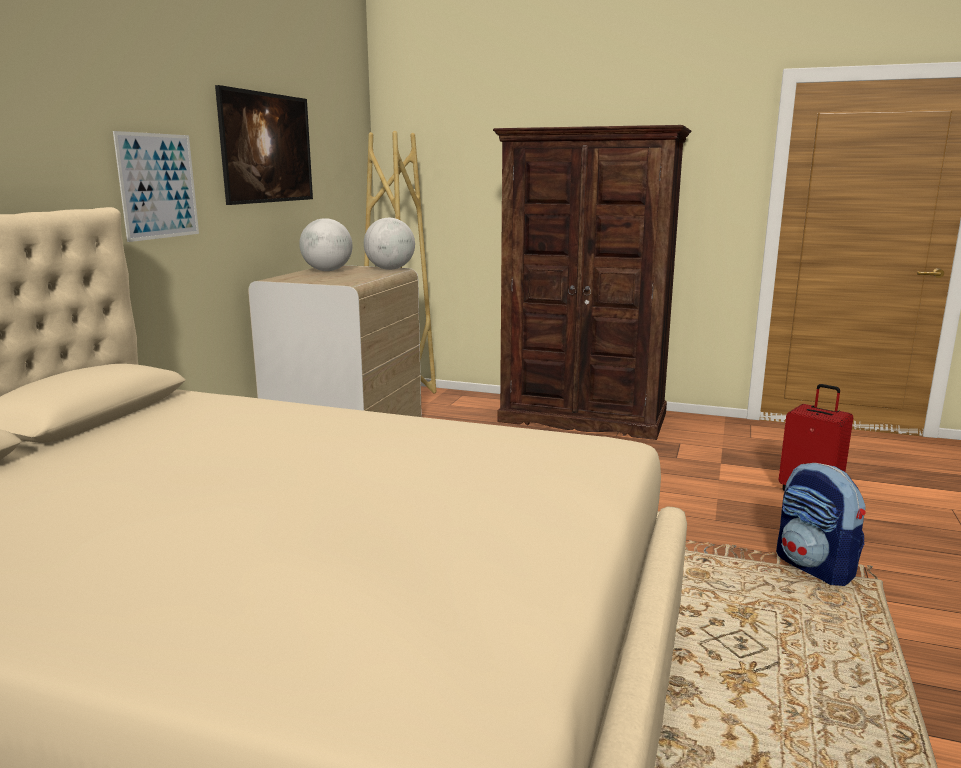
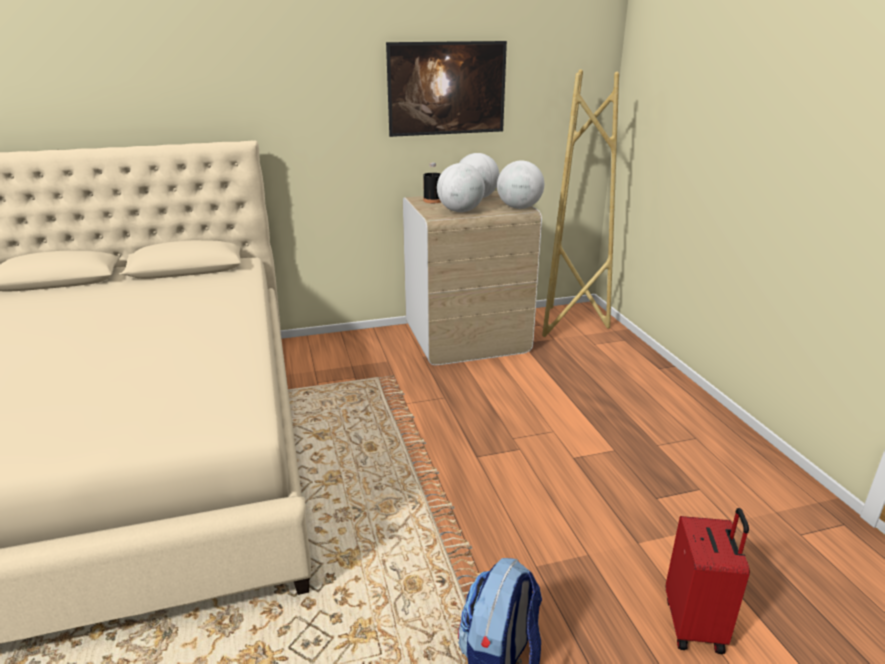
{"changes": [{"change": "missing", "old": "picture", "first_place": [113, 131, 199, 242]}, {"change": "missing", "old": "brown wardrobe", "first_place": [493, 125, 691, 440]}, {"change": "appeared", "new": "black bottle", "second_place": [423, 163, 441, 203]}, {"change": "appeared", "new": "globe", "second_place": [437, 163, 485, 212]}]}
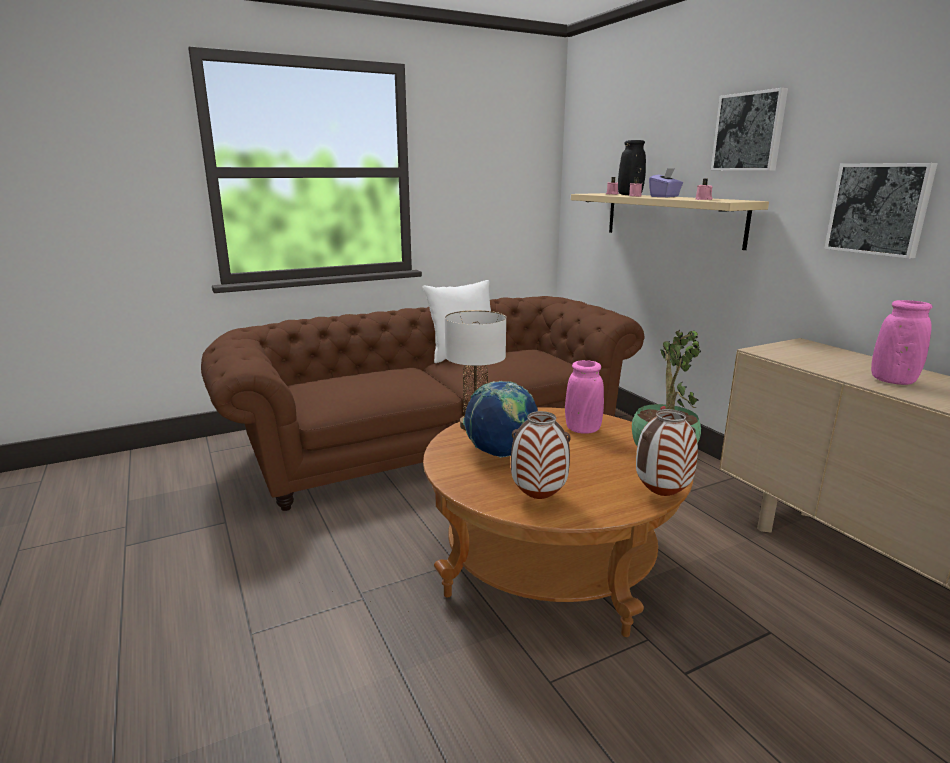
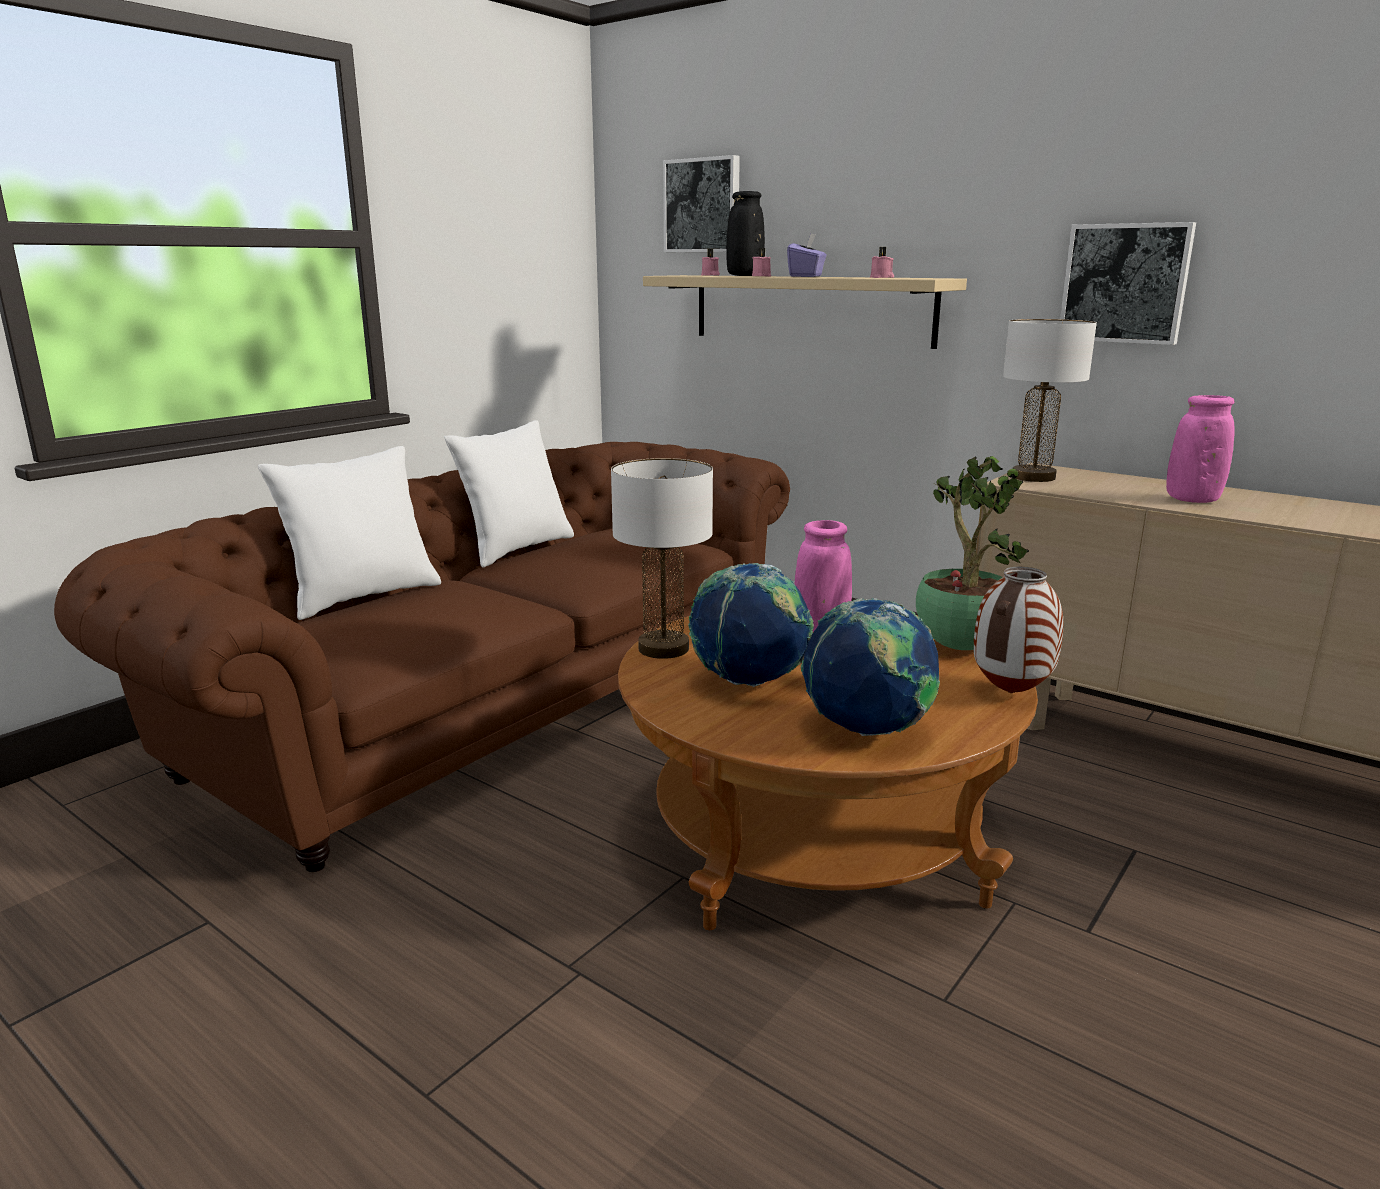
{"changes": [{"change": "exchanged", "old": "vase", "new": "globe", "first_place": [511, 411, 571, 499], "second_place": [801, 598, 940, 736]}, {"change": "relocated", "old": "picture", "first_place": [711, 88, 788, 171], "second_place": [663, 155, 740, 252]}, {"change": "appeared", "new": "white pillow", "second_place": [258, 446, 441, 620]}, {"change": "appeared", "new": "table lamp", "second_place": [1003, 319, 1097, 482]}]}
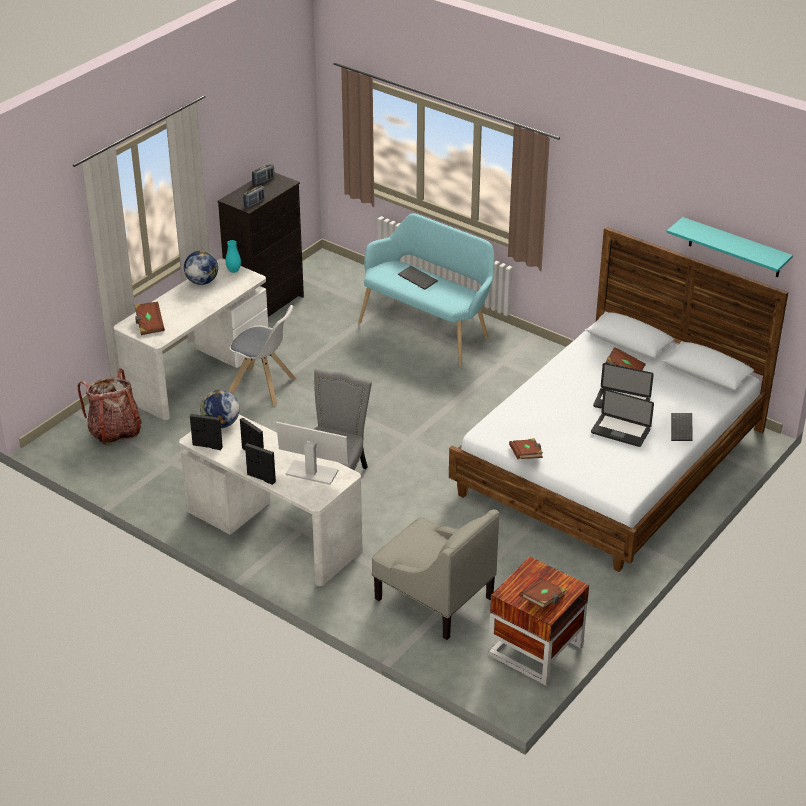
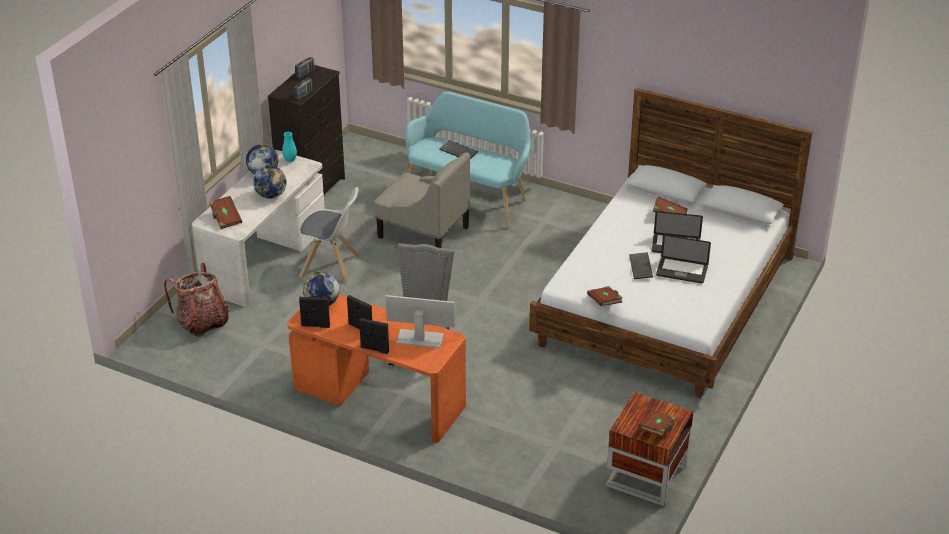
{"changes": [{"change": "colour", "old": "white desk", "new": "orange desk", "first_place": [179, 414, 362, 586], "second_place": [287, 294, 466, 443]}, {"change": "relocated", "old": "grey armchair", "first_place": [372, 509, 499, 640], "second_place": [374, 152, 470, 248]}, {"change": "missing", "old": "turquoise shelf", "first_place": [666, 217, 793, 277]}, {"change": "relocated", "old": "keyboard", "first_place": [671, 413, 693, 441], "second_place": [629, 252, 653, 279]}, {"change": "appeared", "new": "globe", "second_place": [253, 166, 287, 199]}]}
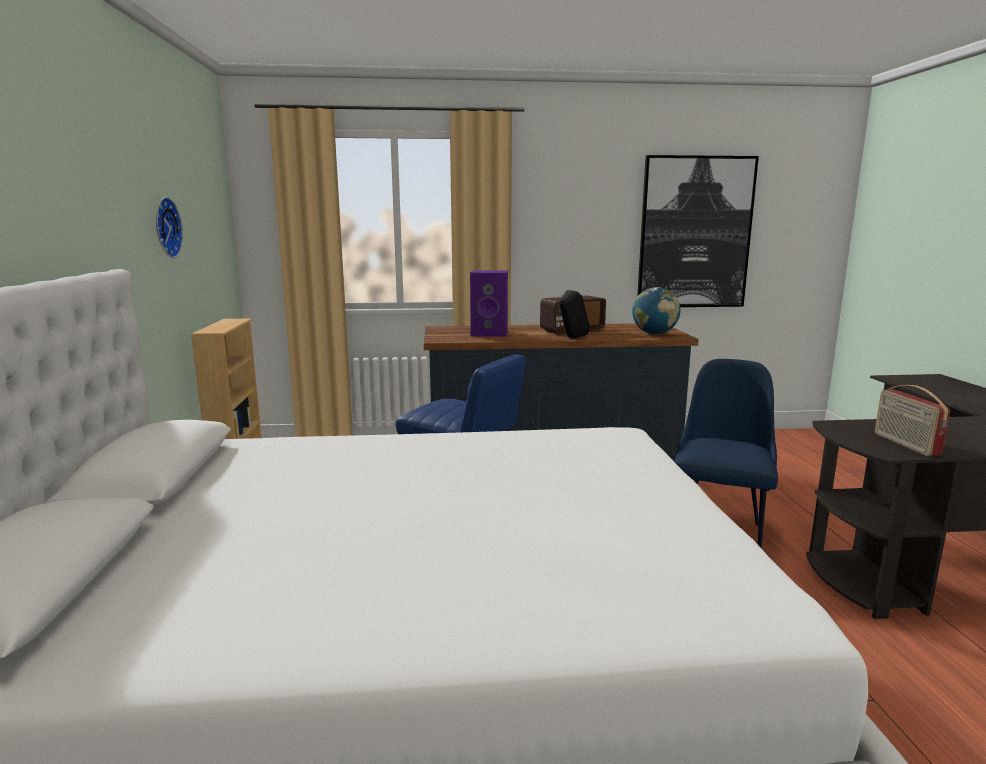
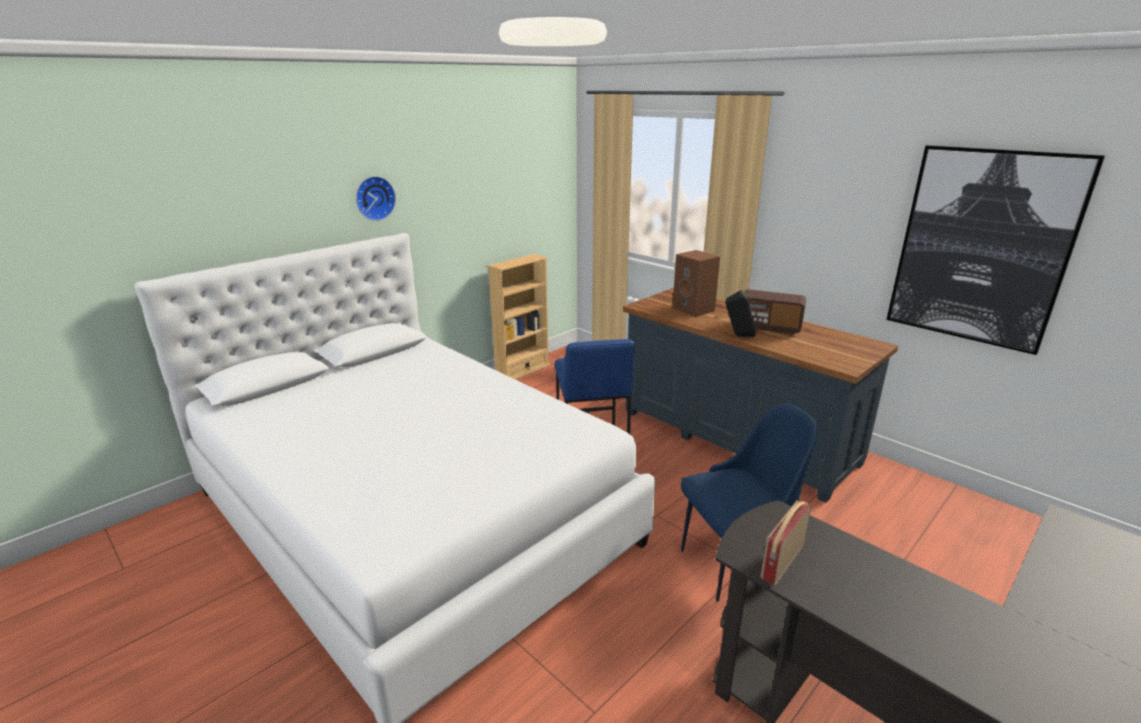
{"changes": [{"change": "relocated", "old": "wall clock", "first_place": [156, 197, 183, 258], "second_place": [356, 176, 396, 221]}, {"change": "colour", "old": "purple speaker", "new": "brown speaker", "first_place": [470, 270, 508, 337], "second_place": [672, 250, 720, 317]}, {"change": "missing", "old": "globe", "first_place": [632, 287, 681, 334]}]}
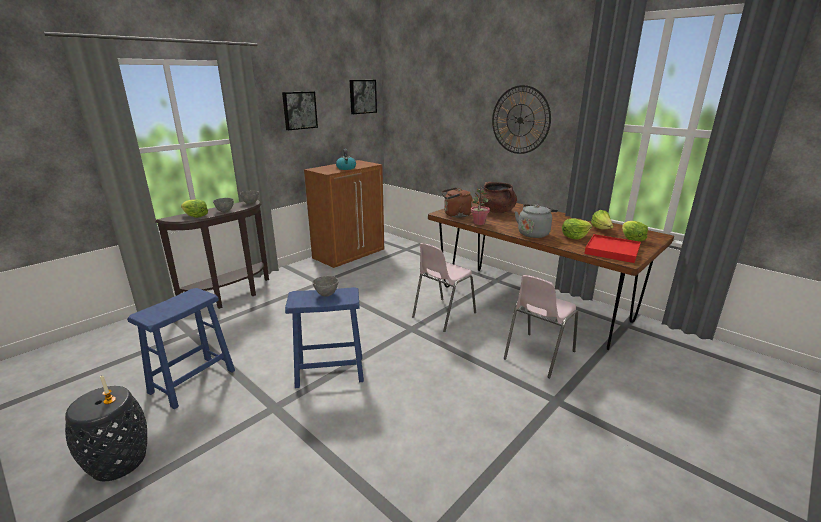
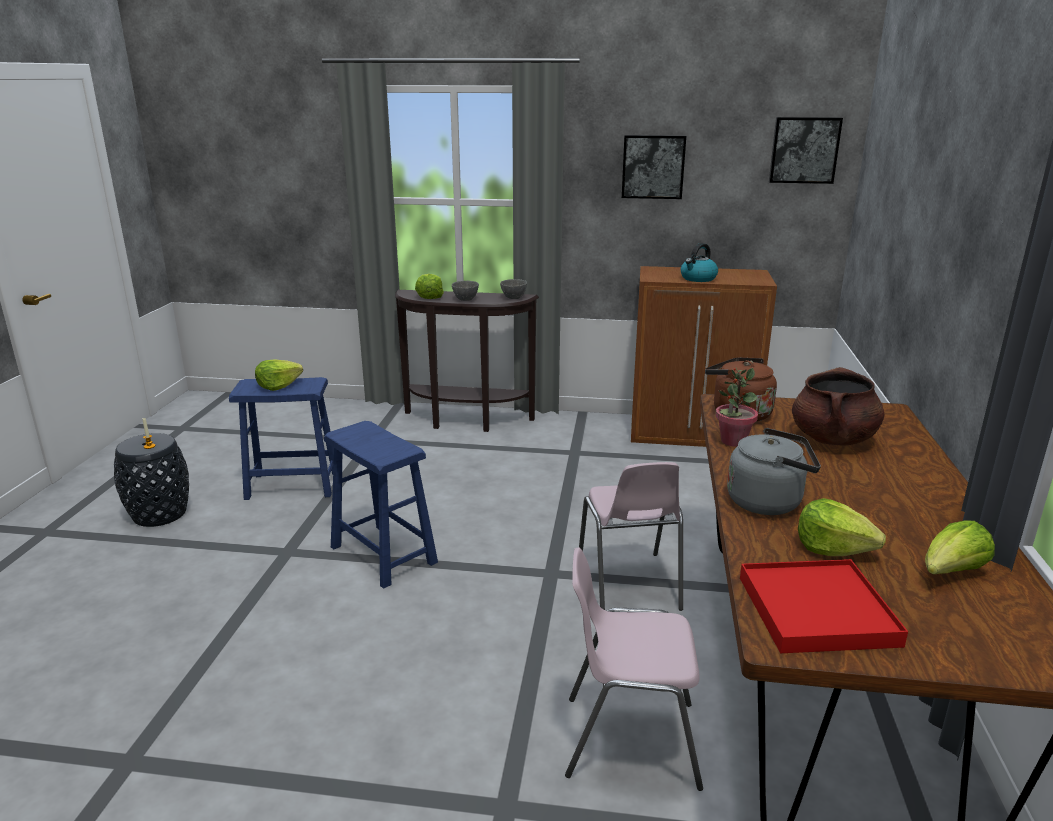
{"changes": [{"change": "missing", "old": "grey bowl", "first_place": [313, 276, 338, 297]}, {"change": "spun", "old": "pink chair", "first_place": [412, 243, 476, 332], "second_place": [579, 462, 683, 611], "degrees": -105}, {"change": "missing", "old": "wall clock", "first_place": [492, 85, 551, 154]}, {"change": "relocated", "old": "lettuce", "first_place": [622, 221, 648, 241], "second_place": [255, 359, 303, 391]}]}
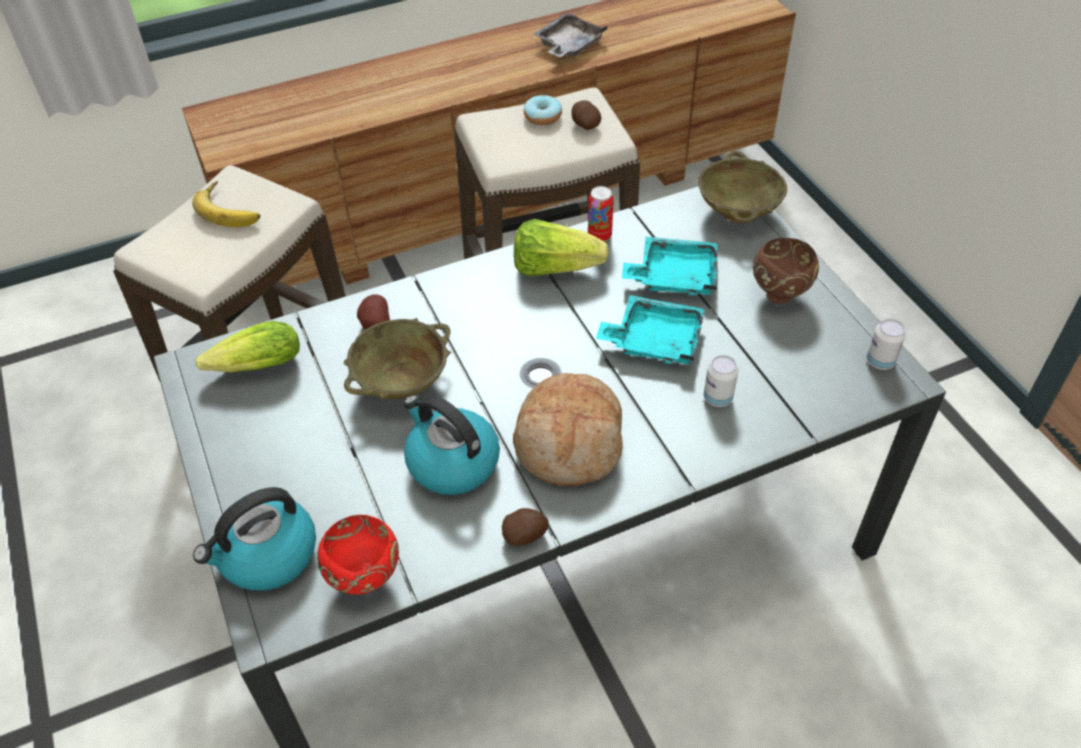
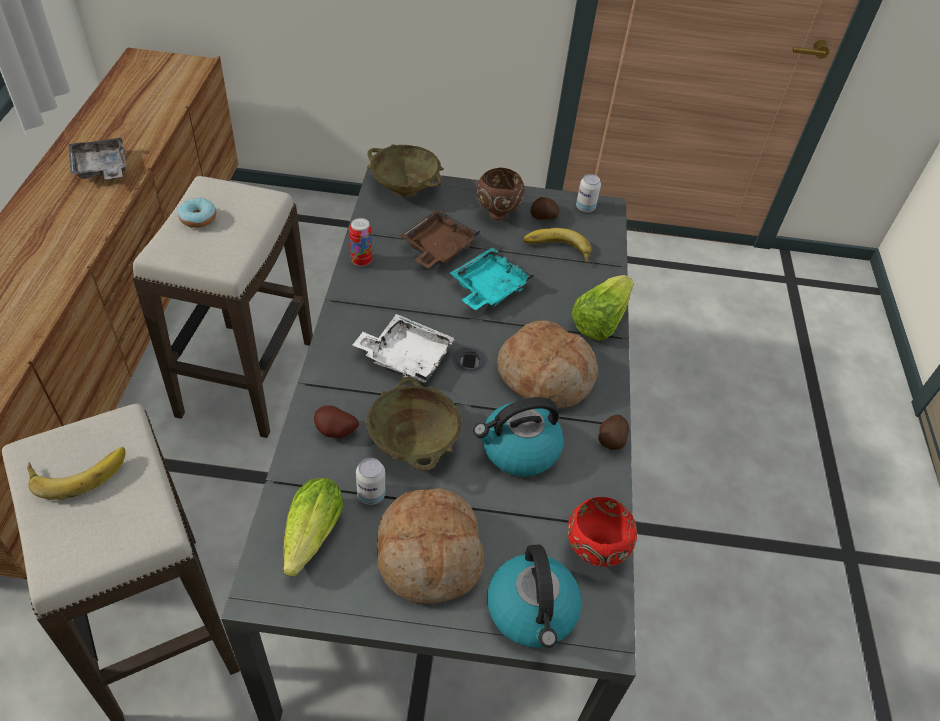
{"changes": [{"change": "relocated", "old": "lettuce", "first_place": [514, 219, 609, 277], "second_place": [572, 275, 634, 341]}, {"change": "relocated", "old": "potato", "first_place": [571, 100, 601, 130], "second_place": [531, 197, 559, 220]}, {"change": "colour", "old": "turquoise tray", "new": "brown tray", "first_place": [622, 237, 718, 295], "second_place": [400, 209, 480, 268]}, {"change": "relocated", "old": "can", "first_place": [704, 355, 738, 407], "second_place": [356, 458, 385, 505]}, {"change": "appeared", "new": "white tray", "second_place": [353, 314, 455, 383]}, {"change": "appeared", "new": "bread", "second_place": [377, 488, 484, 604]}, {"change": "appeared", "new": "banana", "second_place": [523, 228, 592, 263]}]}
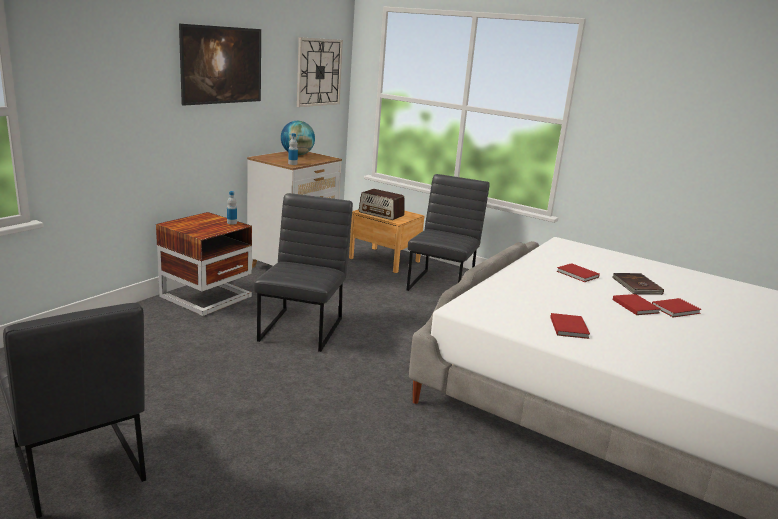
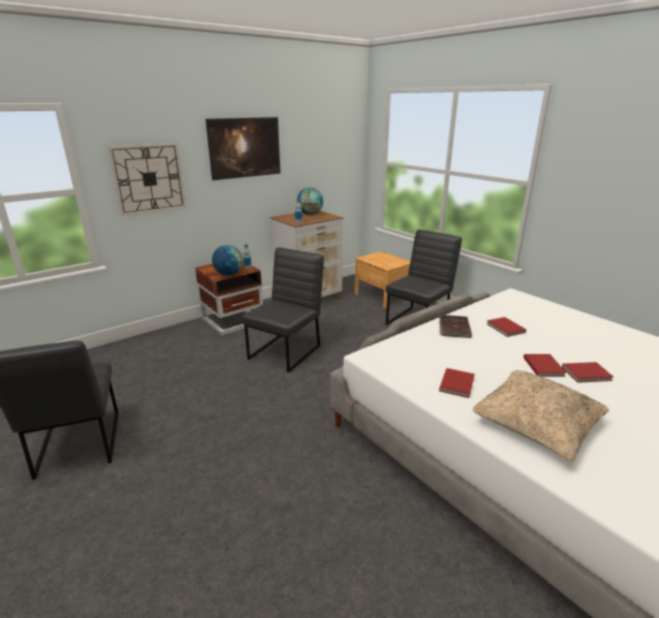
{"changes": [{"change": "relocated", "old": "wall clock", "first_place": [297, 37, 343, 107], "second_place": [108, 143, 186, 216]}, {"change": "missing", "old": "radio", "first_place": [359, 189, 405, 220]}, {"change": "relocated", "old": "brown book", "first_place": [612, 273, 664, 295], "second_place": [440, 315, 472, 338]}, {"change": "appeared", "new": "globe", "second_place": [212, 245, 243, 275]}, {"change": "appeared", "new": "beige pillow", "second_place": [473, 370, 610, 462]}]}
